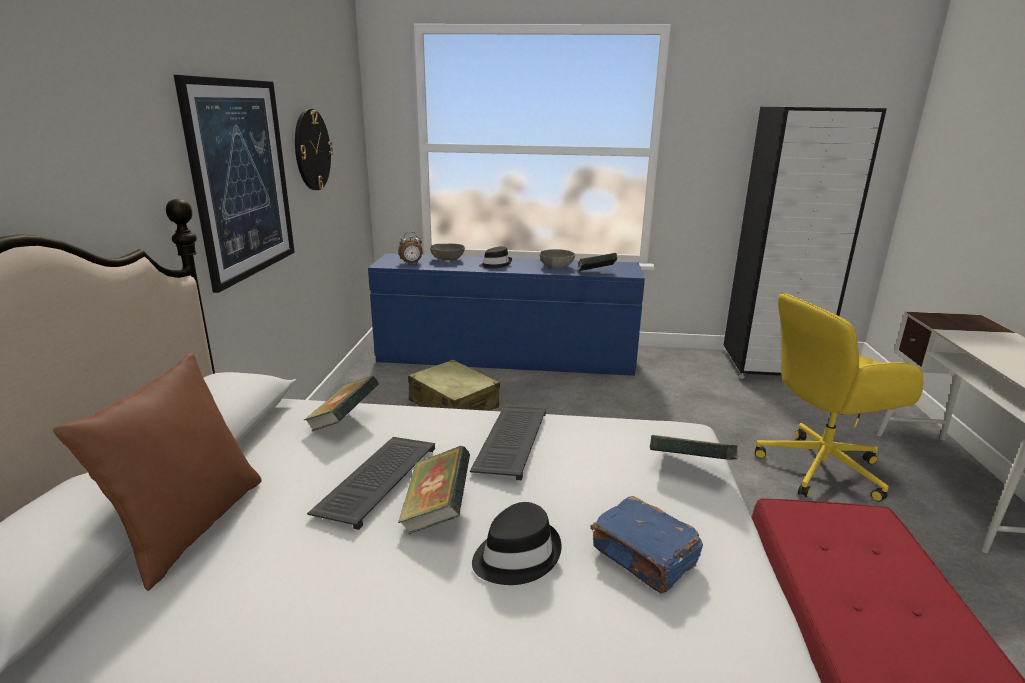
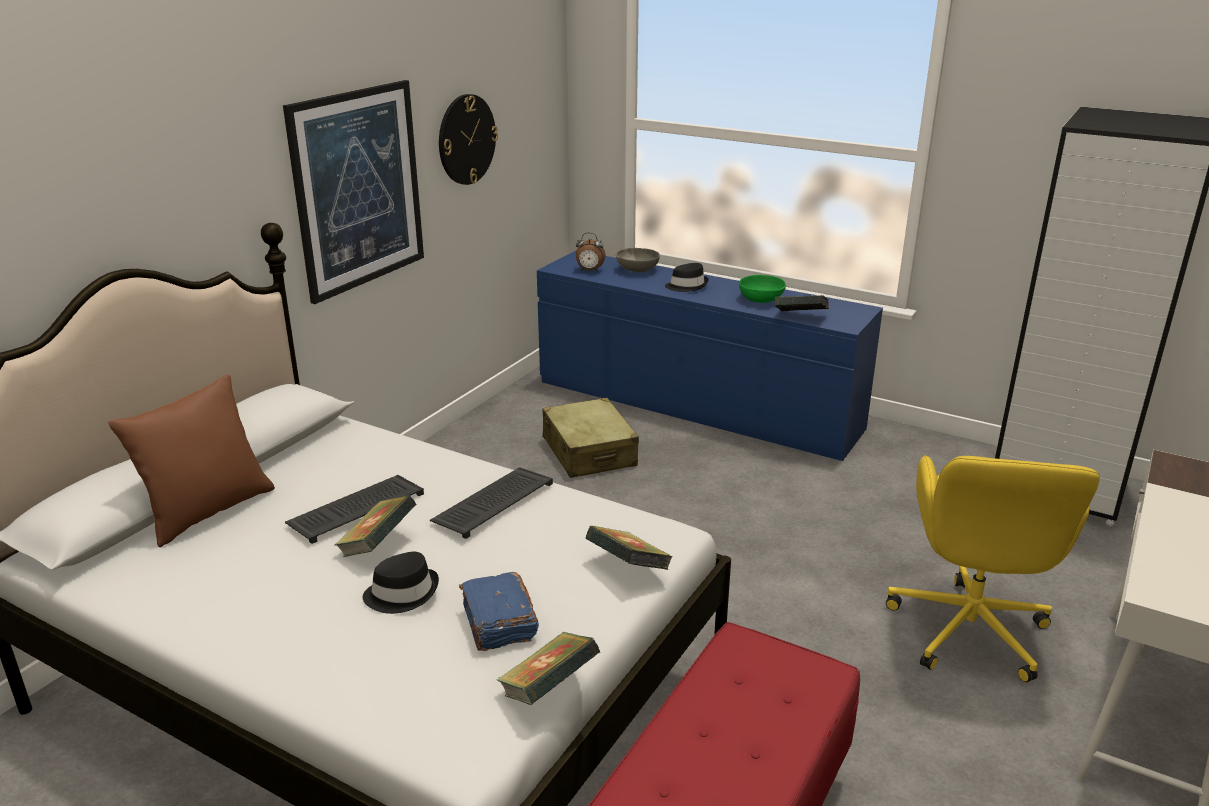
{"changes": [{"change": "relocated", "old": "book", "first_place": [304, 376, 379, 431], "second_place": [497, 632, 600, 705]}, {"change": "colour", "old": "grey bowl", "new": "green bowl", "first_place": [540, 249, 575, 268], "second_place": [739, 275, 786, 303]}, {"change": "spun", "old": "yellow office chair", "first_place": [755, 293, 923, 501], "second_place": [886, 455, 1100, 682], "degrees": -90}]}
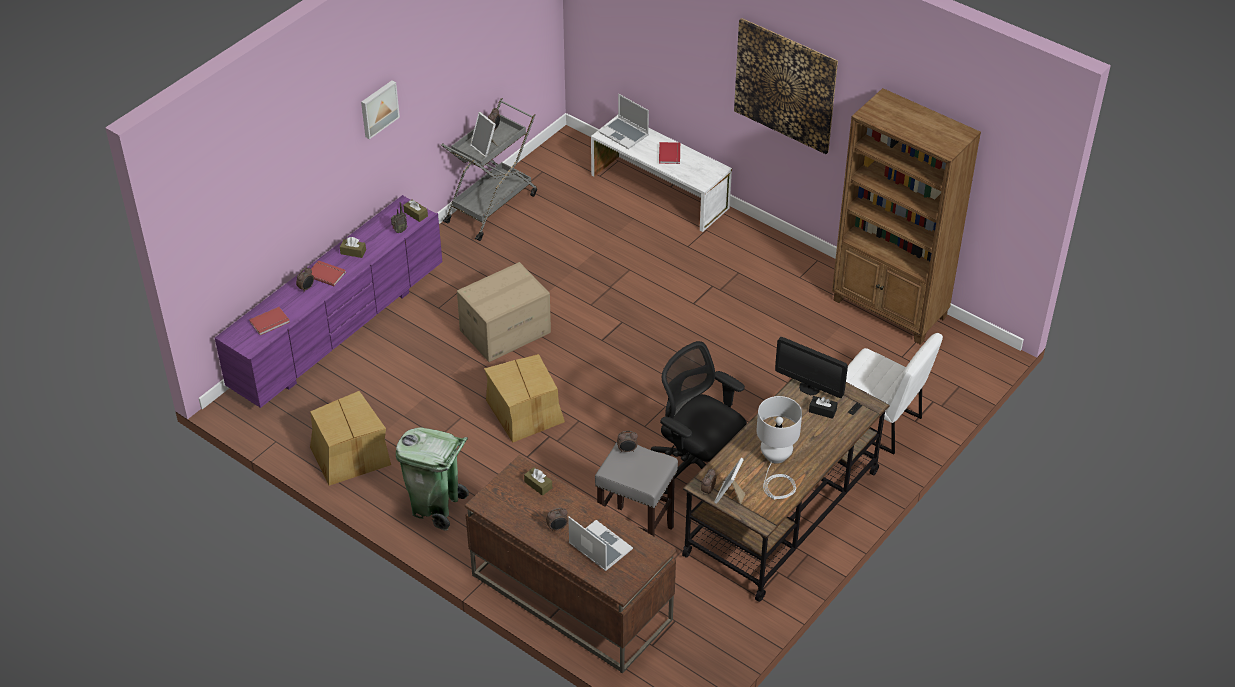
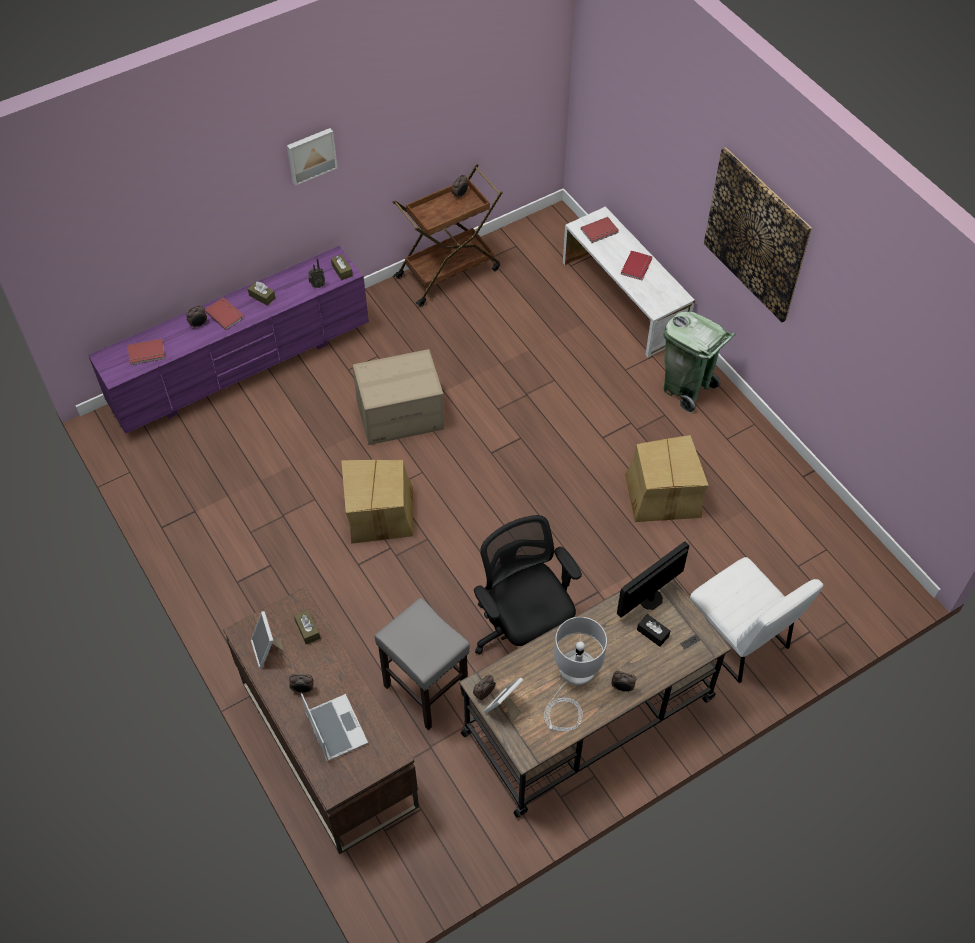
{"changes": [{"change": "relocated", "old": "cardboard box", "first_place": [310, 391, 391, 486], "second_place": [625, 435, 709, 522]}, {"change": "relocated", "old": "green trash can", "first_place": [396, 427, 469, 531], "second_place": [663, 311, 736, 413]}, {"change": "colour", "old": "grey cart", "new": "brown cart", "first_place": [441, 98, 537, 241], "second_place": [393, 164, 503, 307]}, {"change": "relocated", "old": "picture frame", "first_place": [470, 112, 498, 157], "second_place": [251, 611, 285, 669]}, {"change": "exchanged", "old": "laptop", "new": "red book", "first_place": [599, 94, 649, 149], "second_place": [581, 217, 619, 243]}, {"change": "relocated", "old": "alarm clock", "first_place": [617, 431, 638, 452], "second_place": [611, 671, 636, 692]}, {"change": "spun", "old": "monitor", "first_place": [775, 337, 848, 398], "second_place": [617, 541, 689, 617], "degrees": 90}, {"change": "missing", "old": "brown bookcase", "first_place": [832, 88, 981, 345]}]}
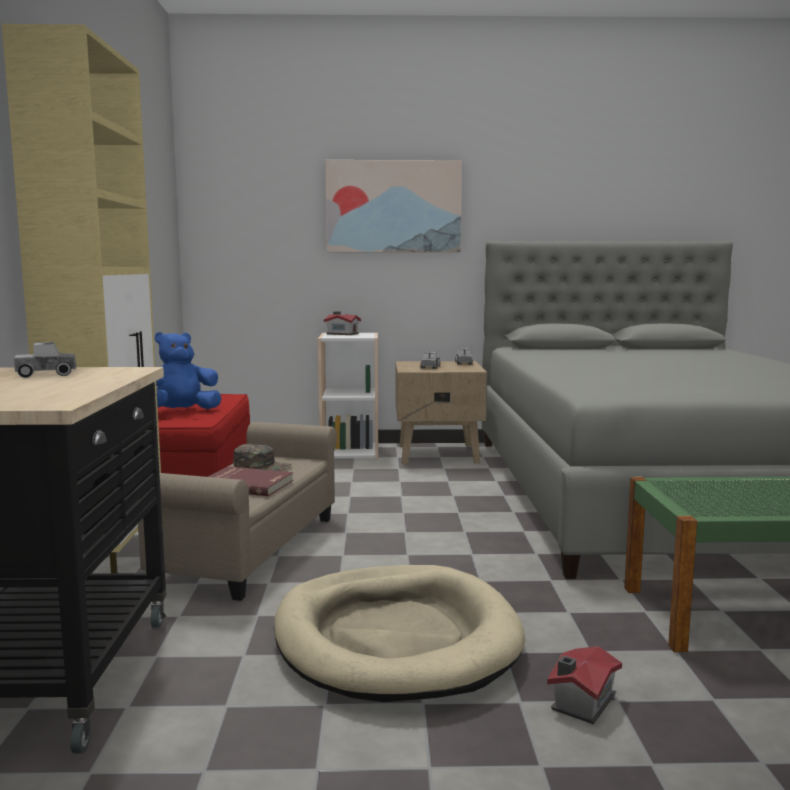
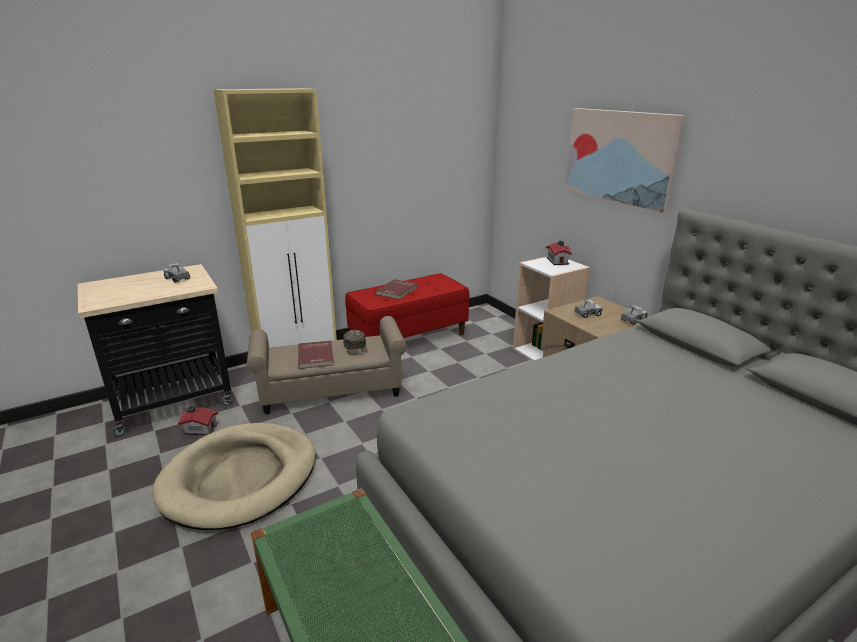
{"changes": [{"change": "exchanged", "old": "blue plush toy", "new": "red book", "first_place": [155, 332, 222, 409], "second_place": [375, 279, 418, 300]}, {"change": "relocated", "old": "toy house", "first_place": [547, 646, 622, 724], "second_place": [178, 406, 219, 435]}]}
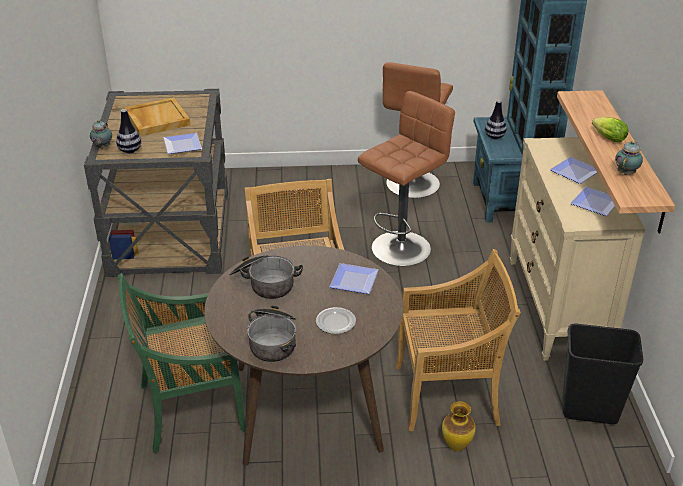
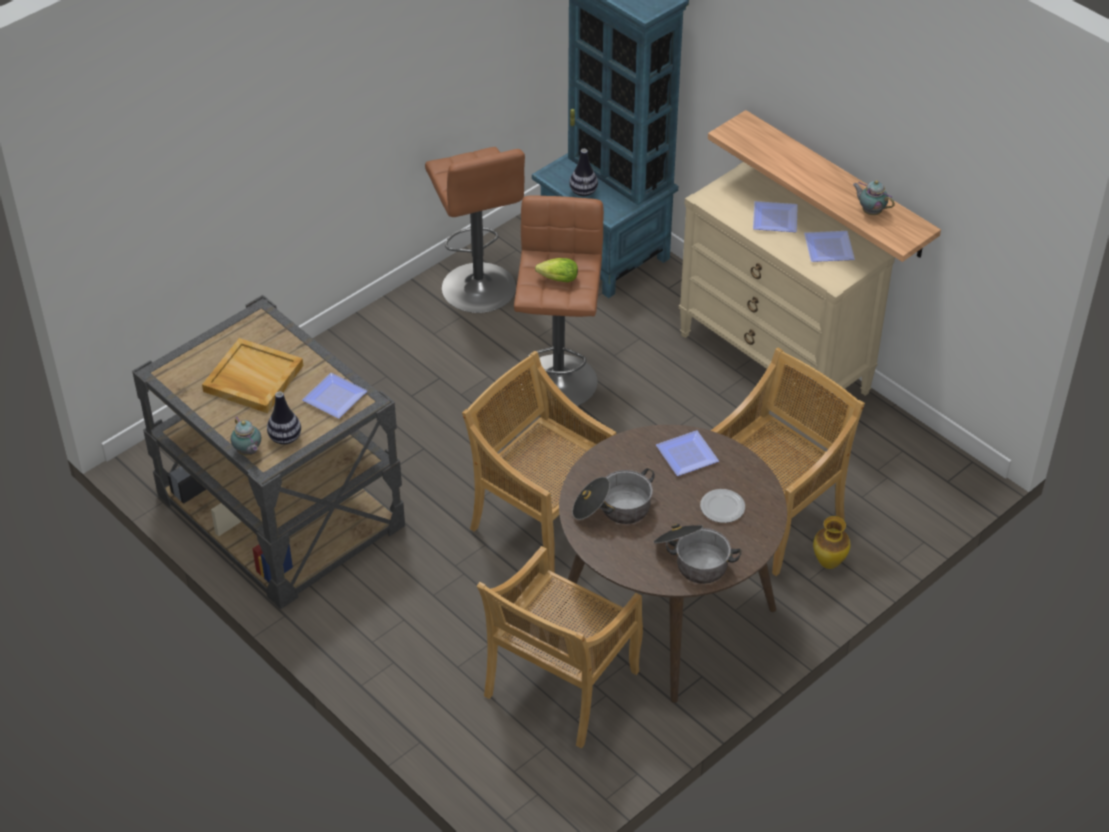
{"changes": [{"change": "colour", "old": "green chair", "new": "beige chair", "first_place": [118, 273, 245, 453], "second_place": [477, 546, 643, 748]}, {"change": "missing", "old": "black trash can", "first_place": [562, 324, 643, 424]}, {"change": "relocated", "old": "lettuce", "first_place": [592, 117, 628, 142], "second_place": [535, 258, 578, 282]}, {"change": "spun", "old": "teapot", "first_place": [615, 141, 643, 175], "second_place": [853, 180, 895, 215], "degrees": -45}]}
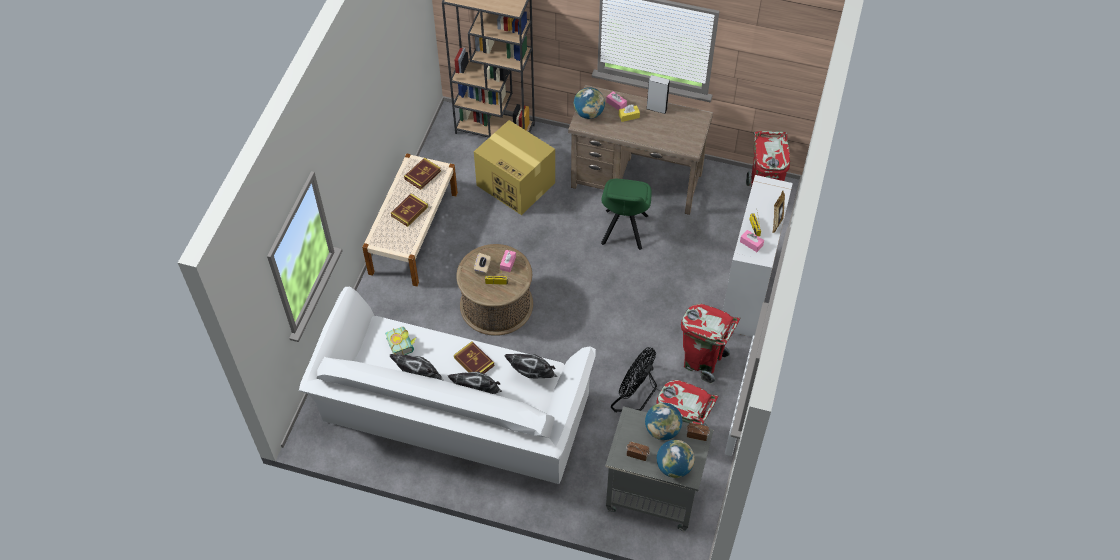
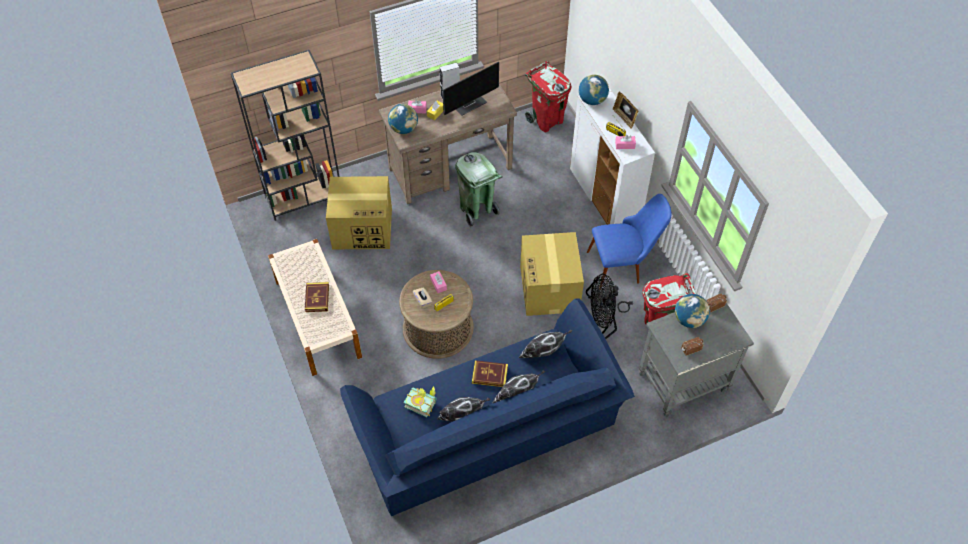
{"changes": [{"change": "colour", "old": "white sofa", "new": "blue sofa", "first_place": [299, 287, 596, 484], "second_place": [340, 298, 635, 516]}, {"change": "missing", "old": "book", "first_place": [404, 158, 441, 190]}, {"change": "exchanged", "old": "green chair", "new": "green trash can", "first_place": [601, 179, 652, 250], "second_place": [455, 152, 503, 228]}, {"change": "relocated", "old": "globe", "first_place": [657, 440, 695, 478], "second_place": [579, 74, 609, 105]}, {"change": "exchanged", "old": "red trash can", "new": "blue chair", "first_place": [681, 304, 741, 384], "second_place": [587, 194, 671, 289]}, {"change": "appeared", "new": "monitor", "second_place": [443, 61, 499, 116]}, {"change": "appeared", "new": "cardboard box", "second_place": [520, 232, 584, 316]}]}
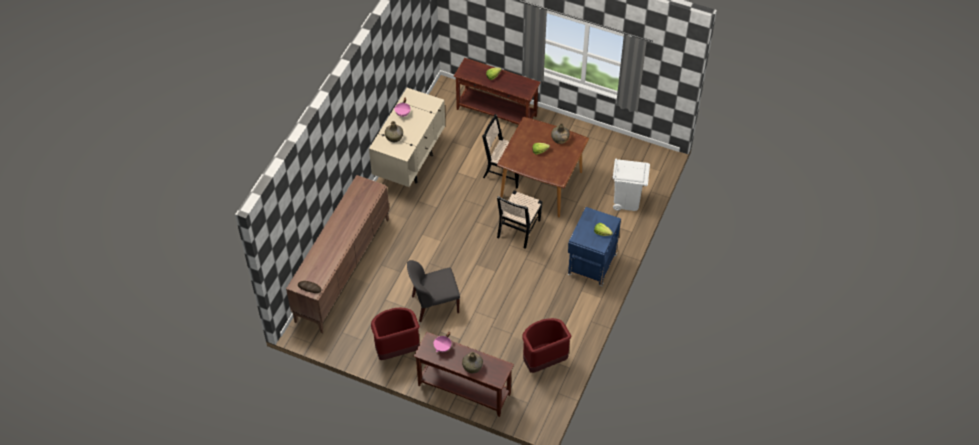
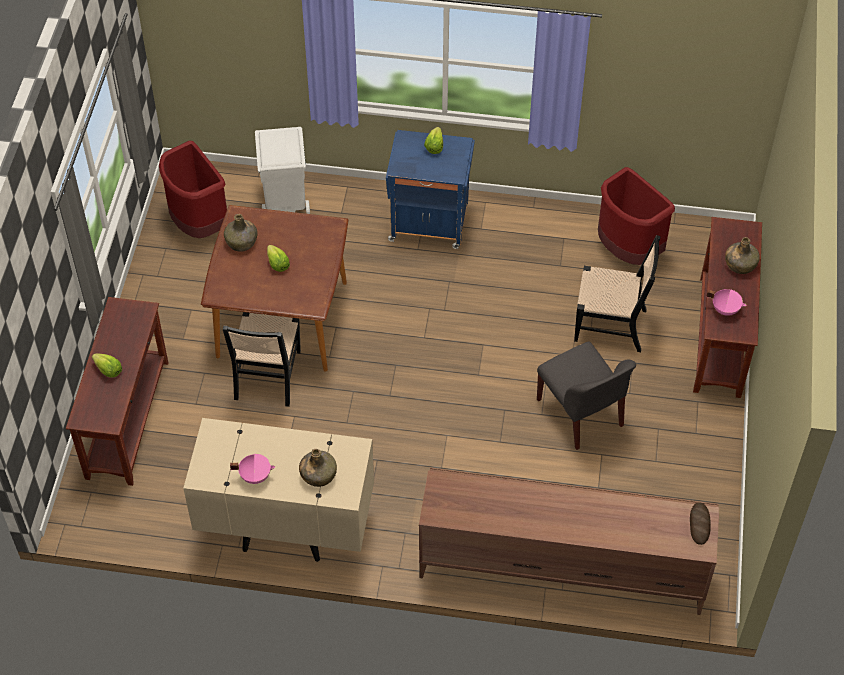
{"changes": [{"change": "relocated", "old": "red trash can", "first_place": [371, 308, 420, 360], "second_place": [159, 141, 227, 238]}, {"change": "relocated", "old": "chair", "first_place": [497, 191, 543, 249], "second_place": [574, 235, 660, 352]}]}
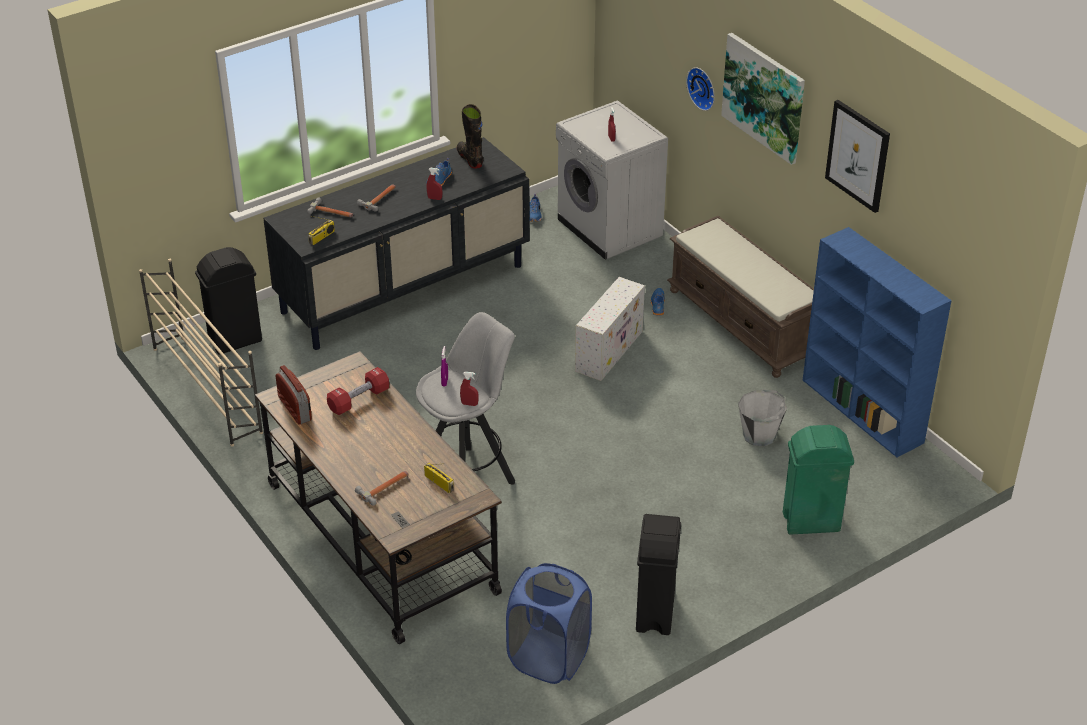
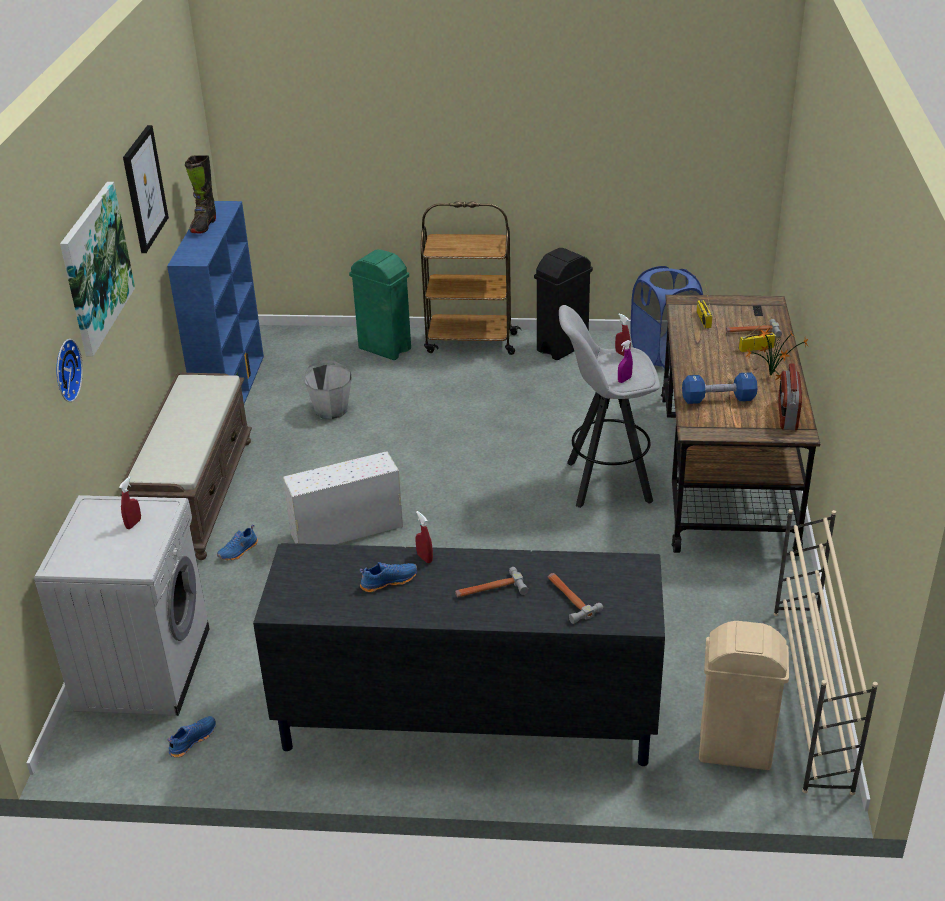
{"changes": [{"change": "colour", "old": "black trash can", "new": "beige trash can", "first_place": [195, 247, 262, 355], "second_place": [699, 621, 789, 770]}, {"change": "relocated", "old": "radio", "first_place": [308, 216, 335, 245], "second_place": [739, 317, 777, 352]}, {"change": "colour", "old": "red dumbbell", "new": "blue dumbbell", "first_place": [327, 367, 389, 415], "second_place": [682, 372, 758, 404]}, {"change": "relocated", "old": "black boot", "first_place": [457, 104, 484, 169], "second_place": [185, 155, 216, 233]}, {"change": "appeared", "new": "brown cart", "second_place": [421, 201, 521, 355]}, {"change": "appeared", "new": "potted plant", "second_place": [746, 328, 809, 381]}]}
